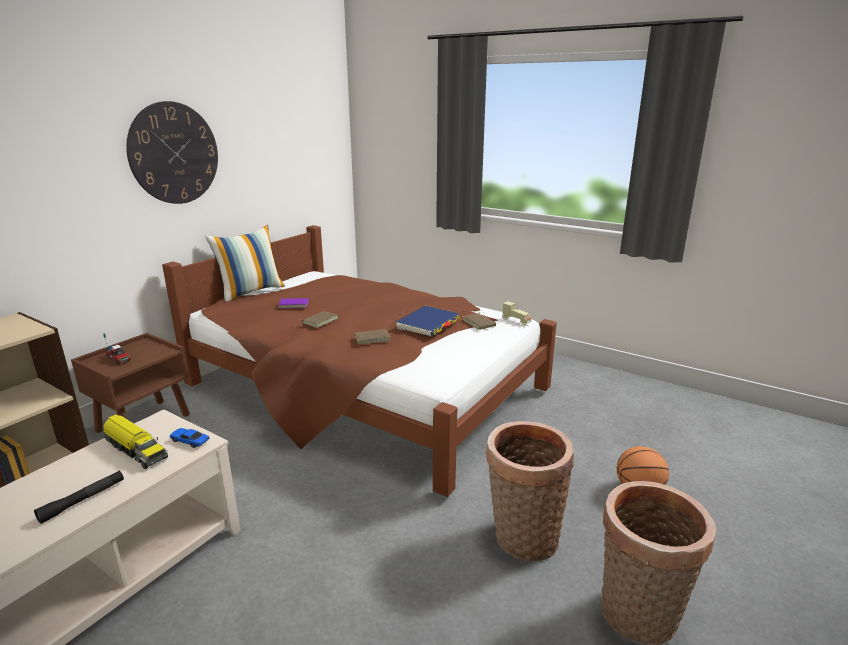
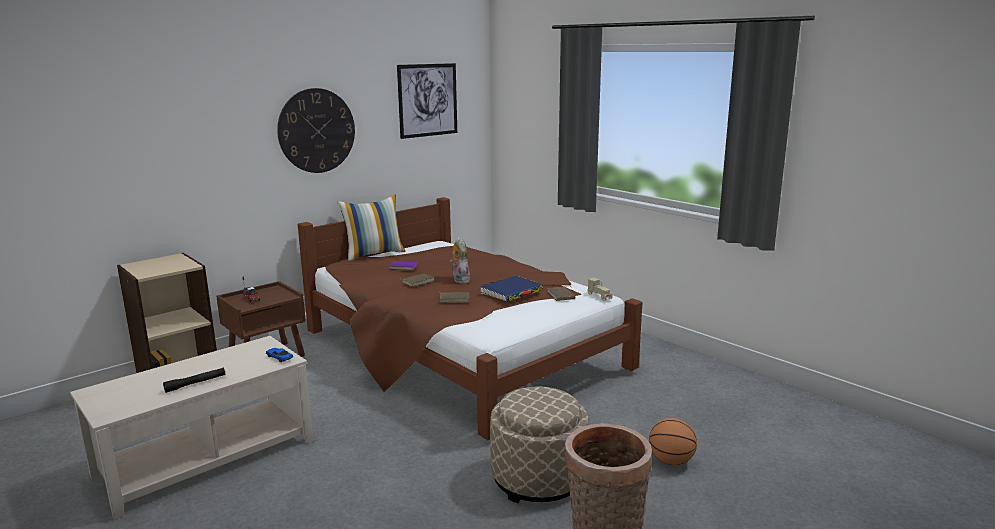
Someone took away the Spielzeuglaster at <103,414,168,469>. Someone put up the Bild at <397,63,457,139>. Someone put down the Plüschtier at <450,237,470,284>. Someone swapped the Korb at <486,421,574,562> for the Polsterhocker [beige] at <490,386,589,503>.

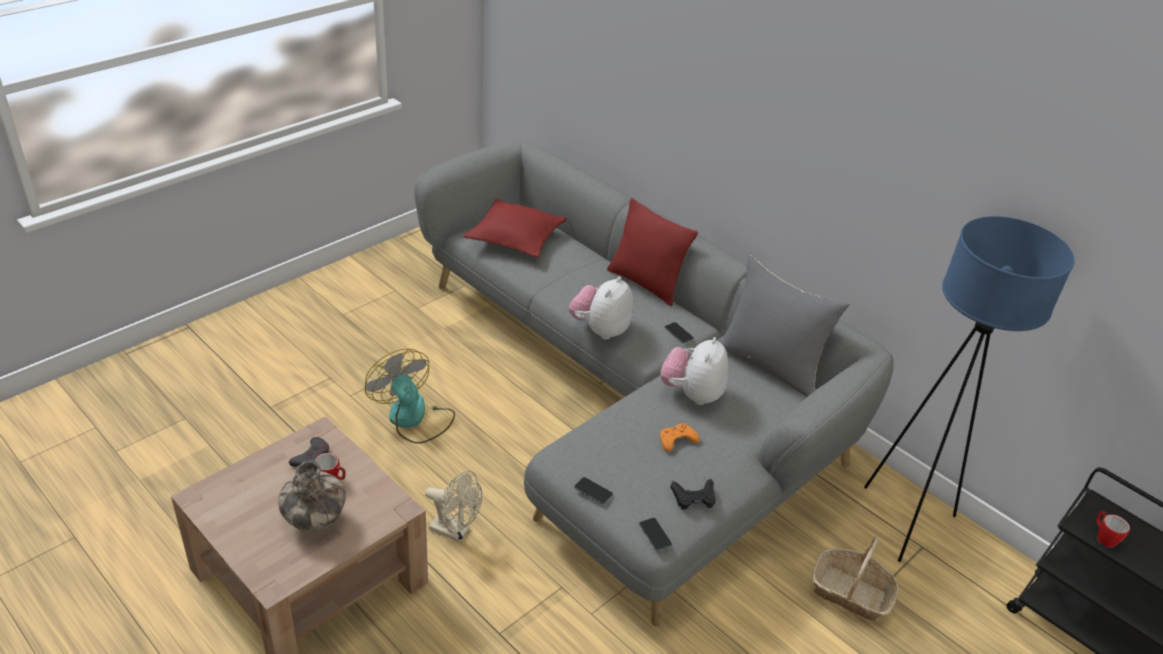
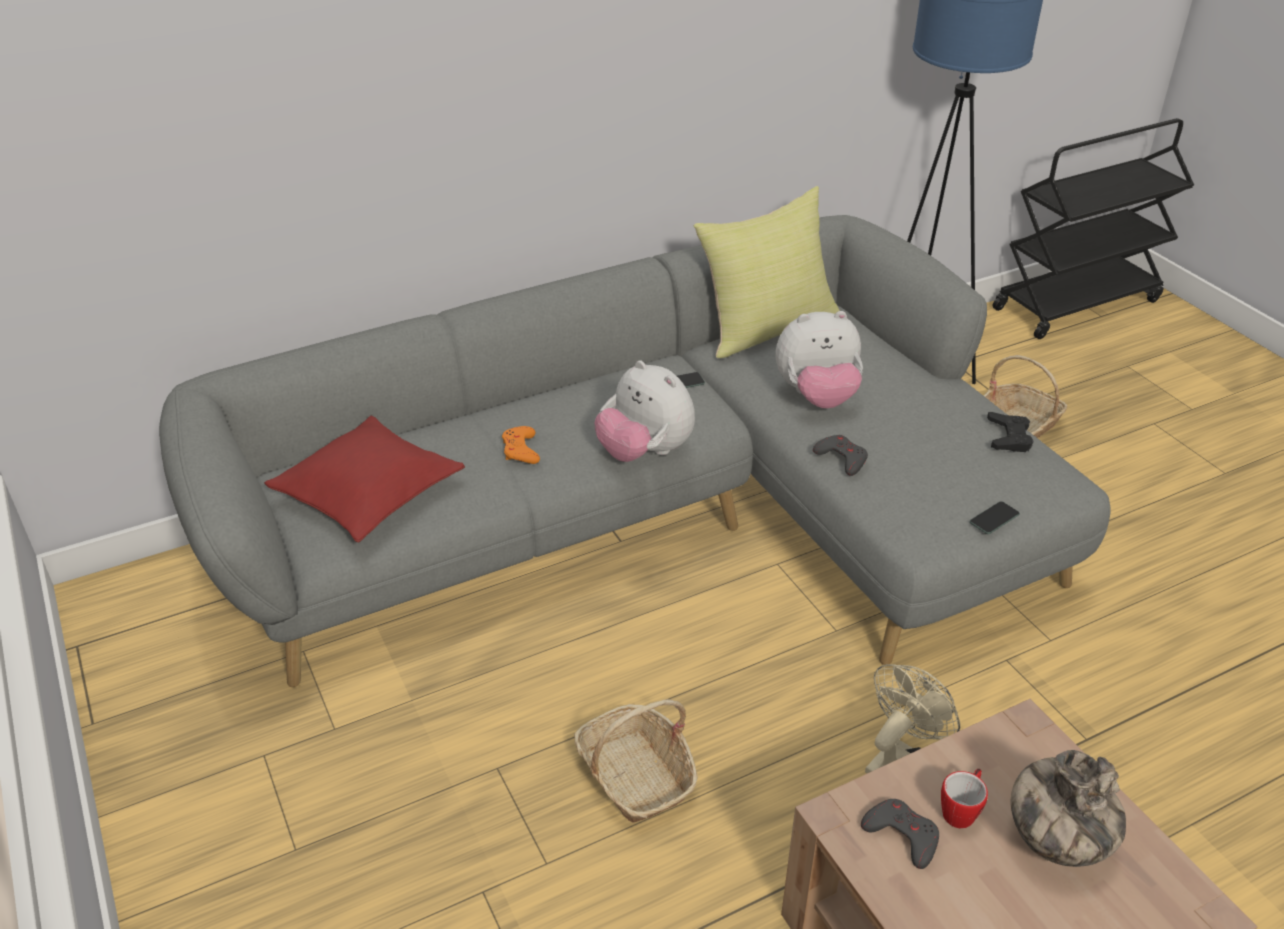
Someone took away the Kissen [rot] at <607,198,698,306>. Someone took away the Handy at <639,518,672,551>. Someone took away the Henkelbecher at <1096,511,1130,548>. Someone put down the Gamepad [grau] at <813,435,868,476>. Someone carried the Gamepad [orange] from <660,424,700,452> to <502,426,540,464>. Someone swapped the Ventilator at <365,349,455,444> for the Korb at <574,699,698,823>. Someone repainted the Kissen [grau] at <717,255,850,397>, which became the Kissen [gelb] at <694,186,840,358>. Someone rotated the Plüschtier at <660,337,728,405> by 45 degrees counterclockwise.

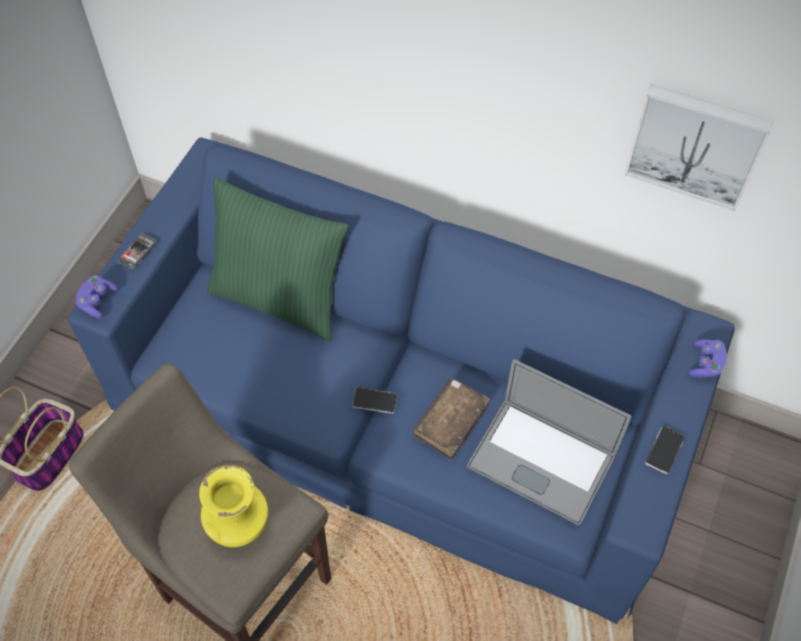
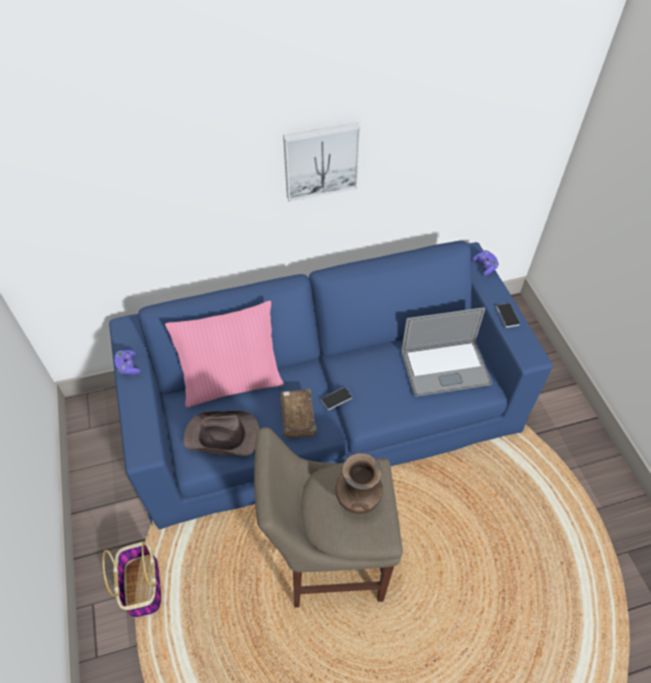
Someone took away the Handy at <118,233,157,269>. Someone put down the Hut [braun] at <184,410,260,456>. Someone carried the Gamepad [lila] from <76,275,118,318> to <115,350,141,375>. Someone carried the Buch [braun] from <413,378,490,460> to <279,389,316,438>. Someone carried the Bild from <624,84,773,211> to <283,122,360,202>. Someone repainted the Vase [gelb] at <199,465,268,547>, which became the Vase [braun] at <335,453,383,514>. Someone repainted the Kissen [grün] at <207,177,348,341>, which became the Kissen [rosa] at <165,301,284,407>.

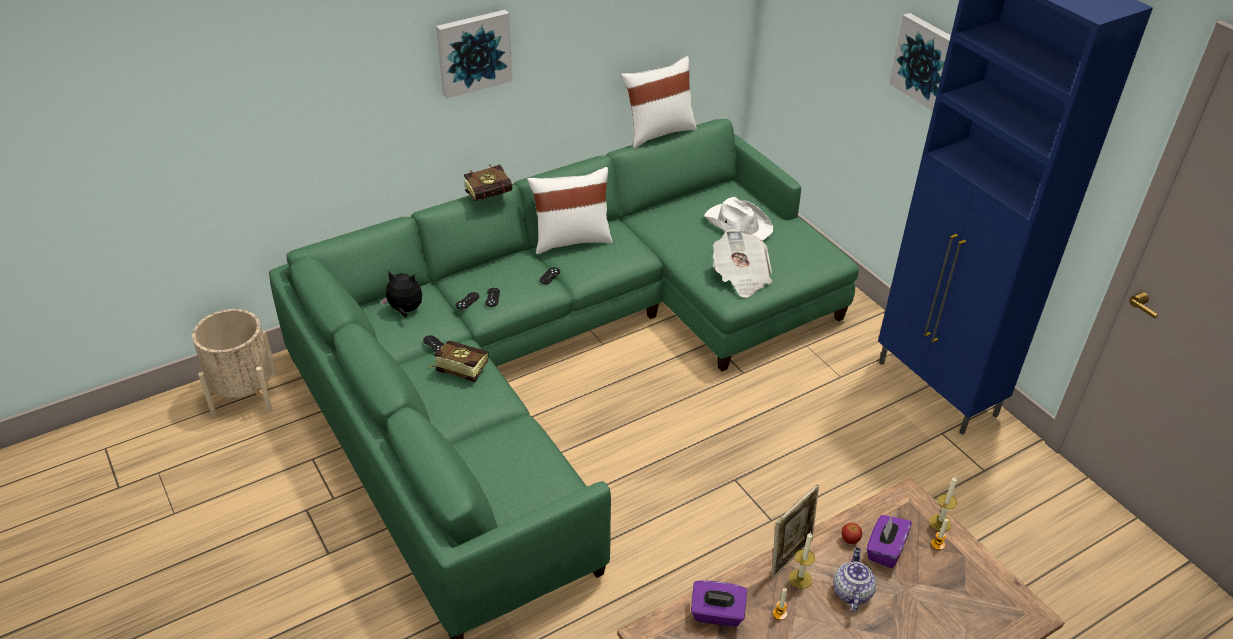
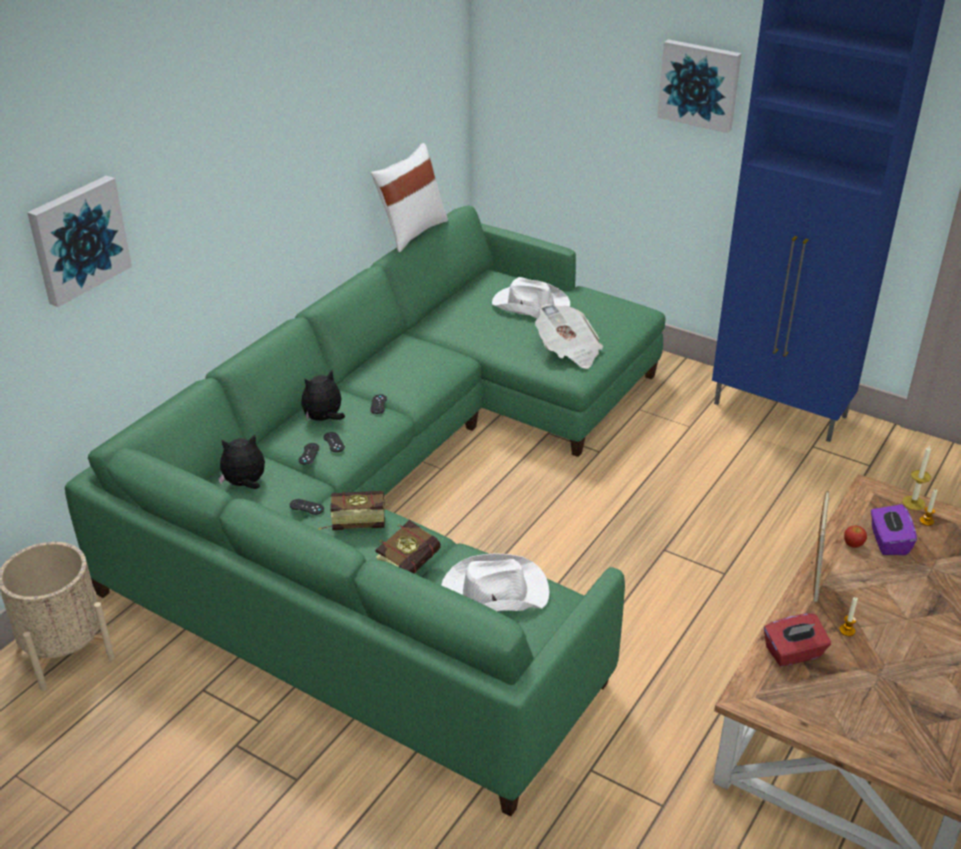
Someone took away the Kissen [weiß] at <527,167,613,254>. Someone took away the Kerze at <789,532,815,589>. Someone took away the Teekanne at <833,547,876,612>. Someone put down the Plüschtier at <301,370,345,421>. Someone put down the Hut [weiß] at <441,553,549,611>. Someone carried the Bild from <436,10,513,99> to <27,176,132,307>. Someone carried the Buch from <464,164,514,201> to <376,520,440,574>. Someone repainted the Taschentuchbox [lila] at <691,580,747,627>, which became the Taschentuchbox [rot] at <764,614,831,667>.

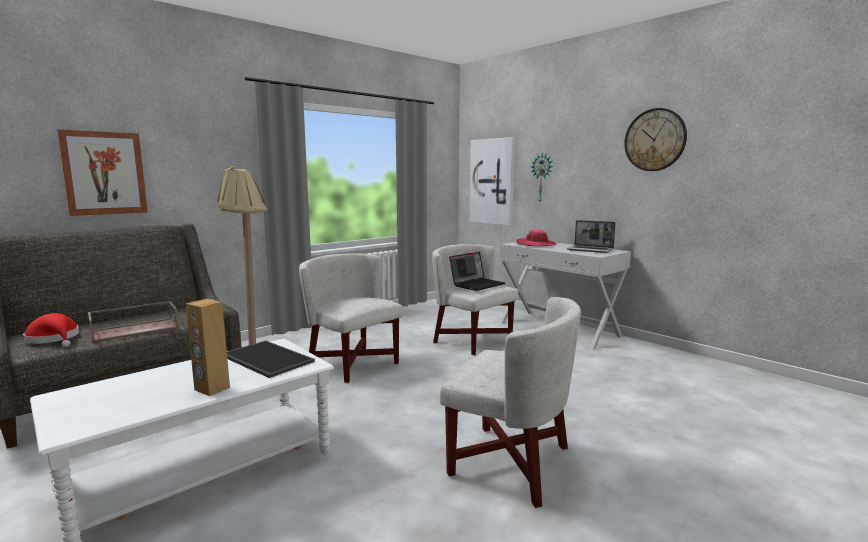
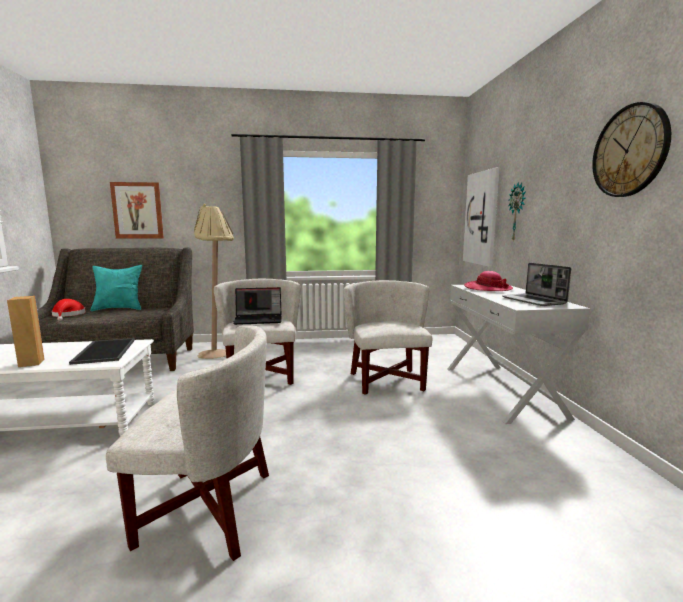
Someone took away the Tablett [braun] at <88,301,179,342>. Someone put down the Kissen [türkis] at <91,265,142,311>. Someone carried the Laptop from <449,252,505,291> to <233,287,282,325>. Someone rotated the Sessel [weiß] at <440,297,581,508> by 60 degrees counterclockwise.

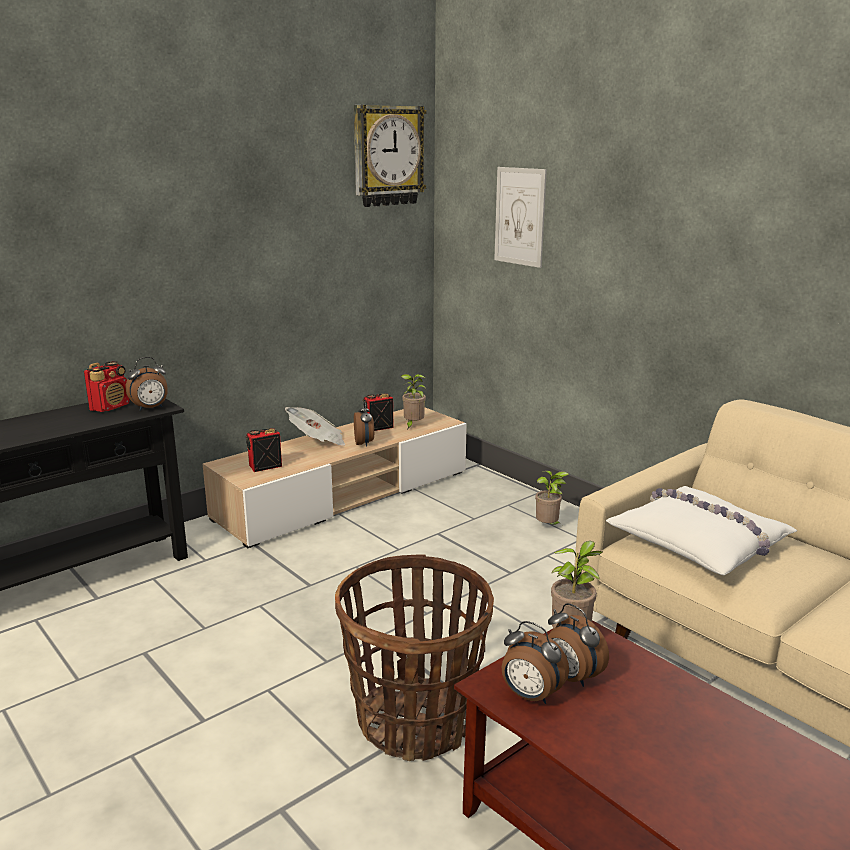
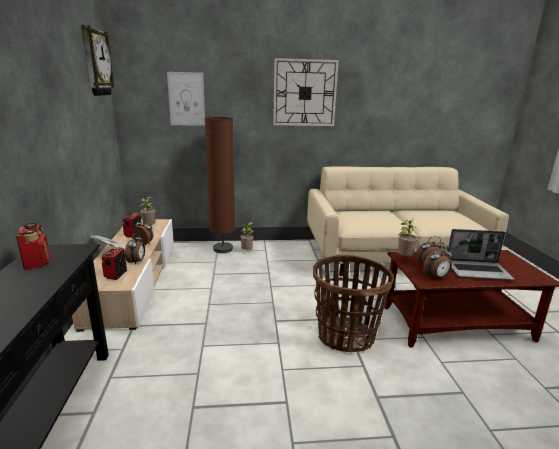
Someone took away the Kissen [weiß] at <606,486,797,575>. Someone put down the Stehlampe [braun] at <204,117,235,253>. Someone put up the Wanduhr at <273,58,339,126>. Someone put down the Laptop at <447,229,514,280>. Someone carried the Wecker from <125,357,168,411> to <125,233,145,265>.

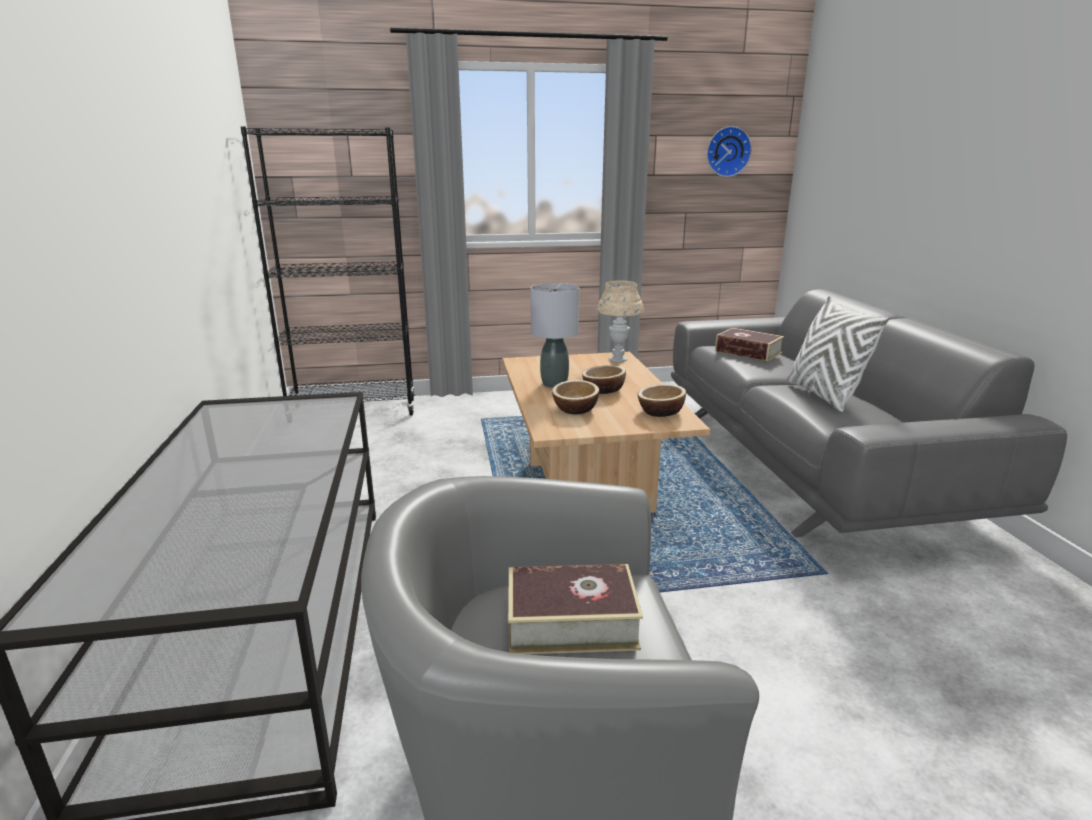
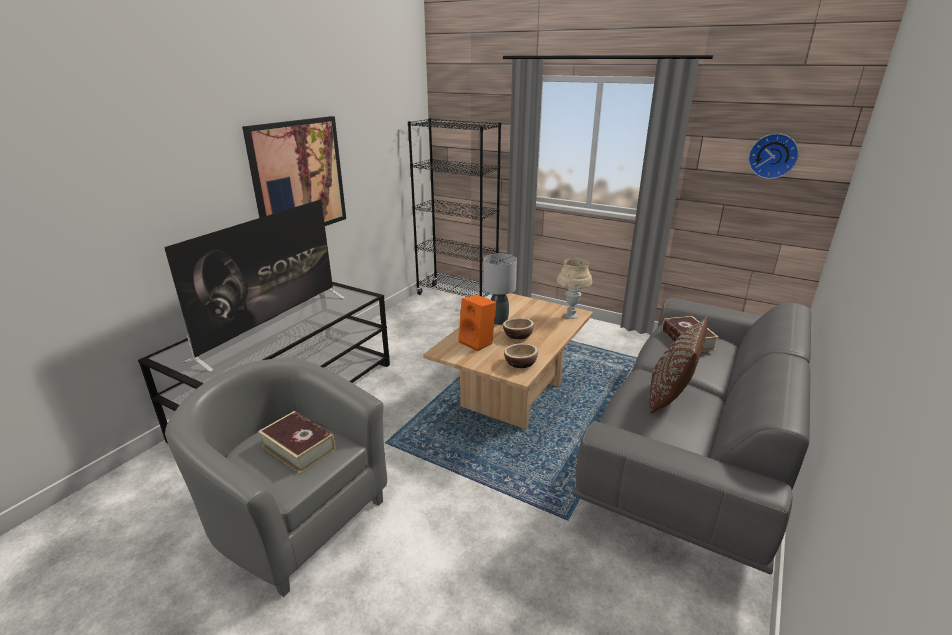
Someone put down the Fernseher at <164,199,345,372>. Someone put up the Bild at <242,116,346,226>. Someone swapped the Schüssel at <552,380,599,414> for the Lautsprecher [orange] at <458,295,497,351>. Someone repainted the Kissen [weiß] at <787,296,889,412>, which became the Kissen [braun] at <649,317,708,414>.

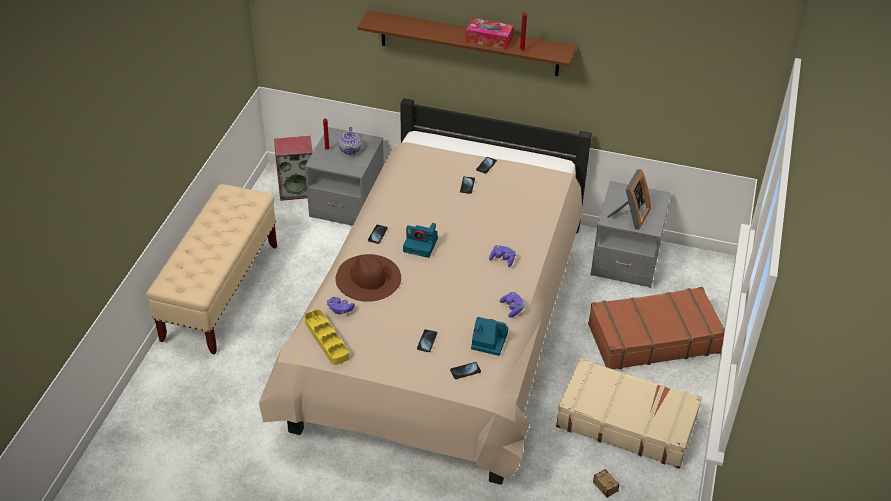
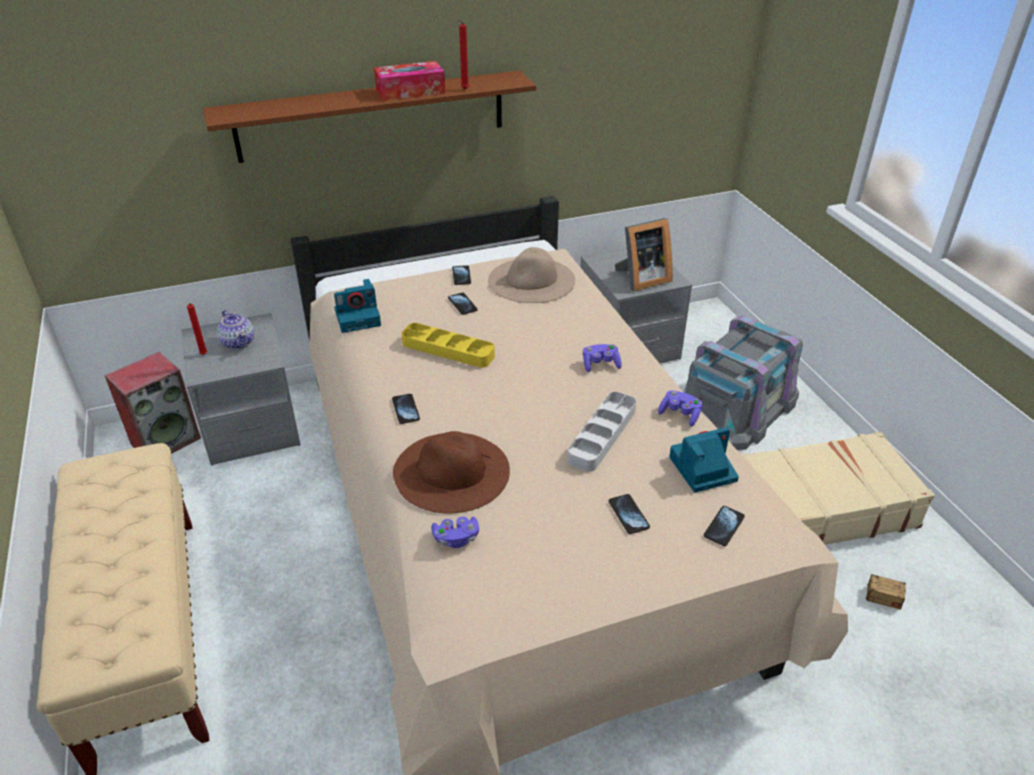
Someone put down the Hut [beige] at <488,247,575,303>. Someone put down the Tablett [grau] at <567,392,636,472>. Someone carried the Tablett [gelb] from <305,310,349,365> to <401,323,495,368>. Someone carried the Kamera from <403,223,438,258> to <334,279,381,333>. Someone swapped the Koffer [braun] at <588,287,725,370> for the Aufbewahrungsbox [grau] at <684,315,803,450>. Someone rotated the Bilderrahmen at <608,169,651,230> by 75 degrees clockwise.

